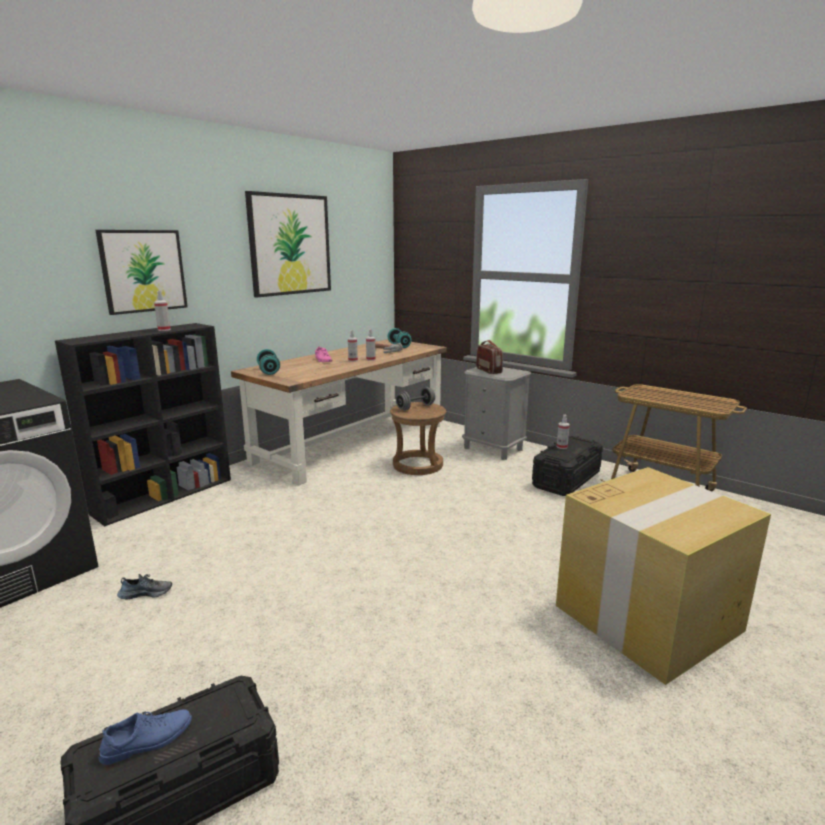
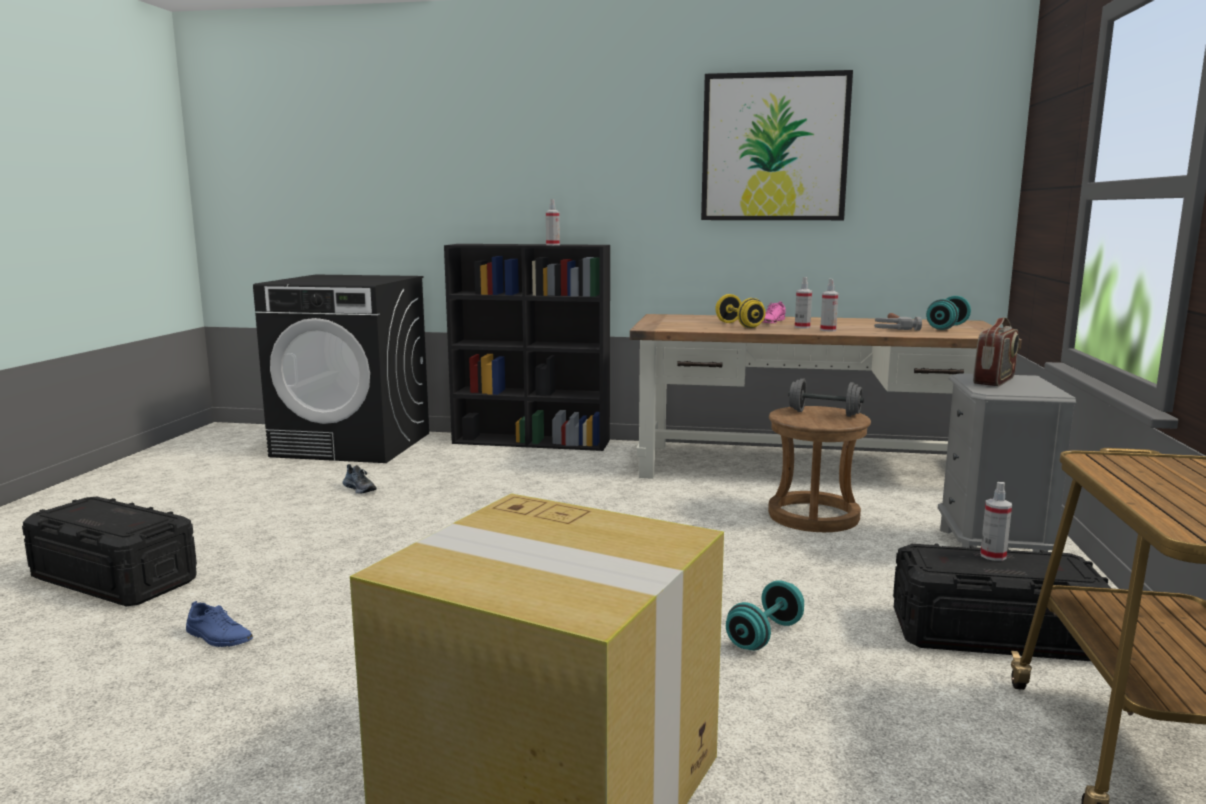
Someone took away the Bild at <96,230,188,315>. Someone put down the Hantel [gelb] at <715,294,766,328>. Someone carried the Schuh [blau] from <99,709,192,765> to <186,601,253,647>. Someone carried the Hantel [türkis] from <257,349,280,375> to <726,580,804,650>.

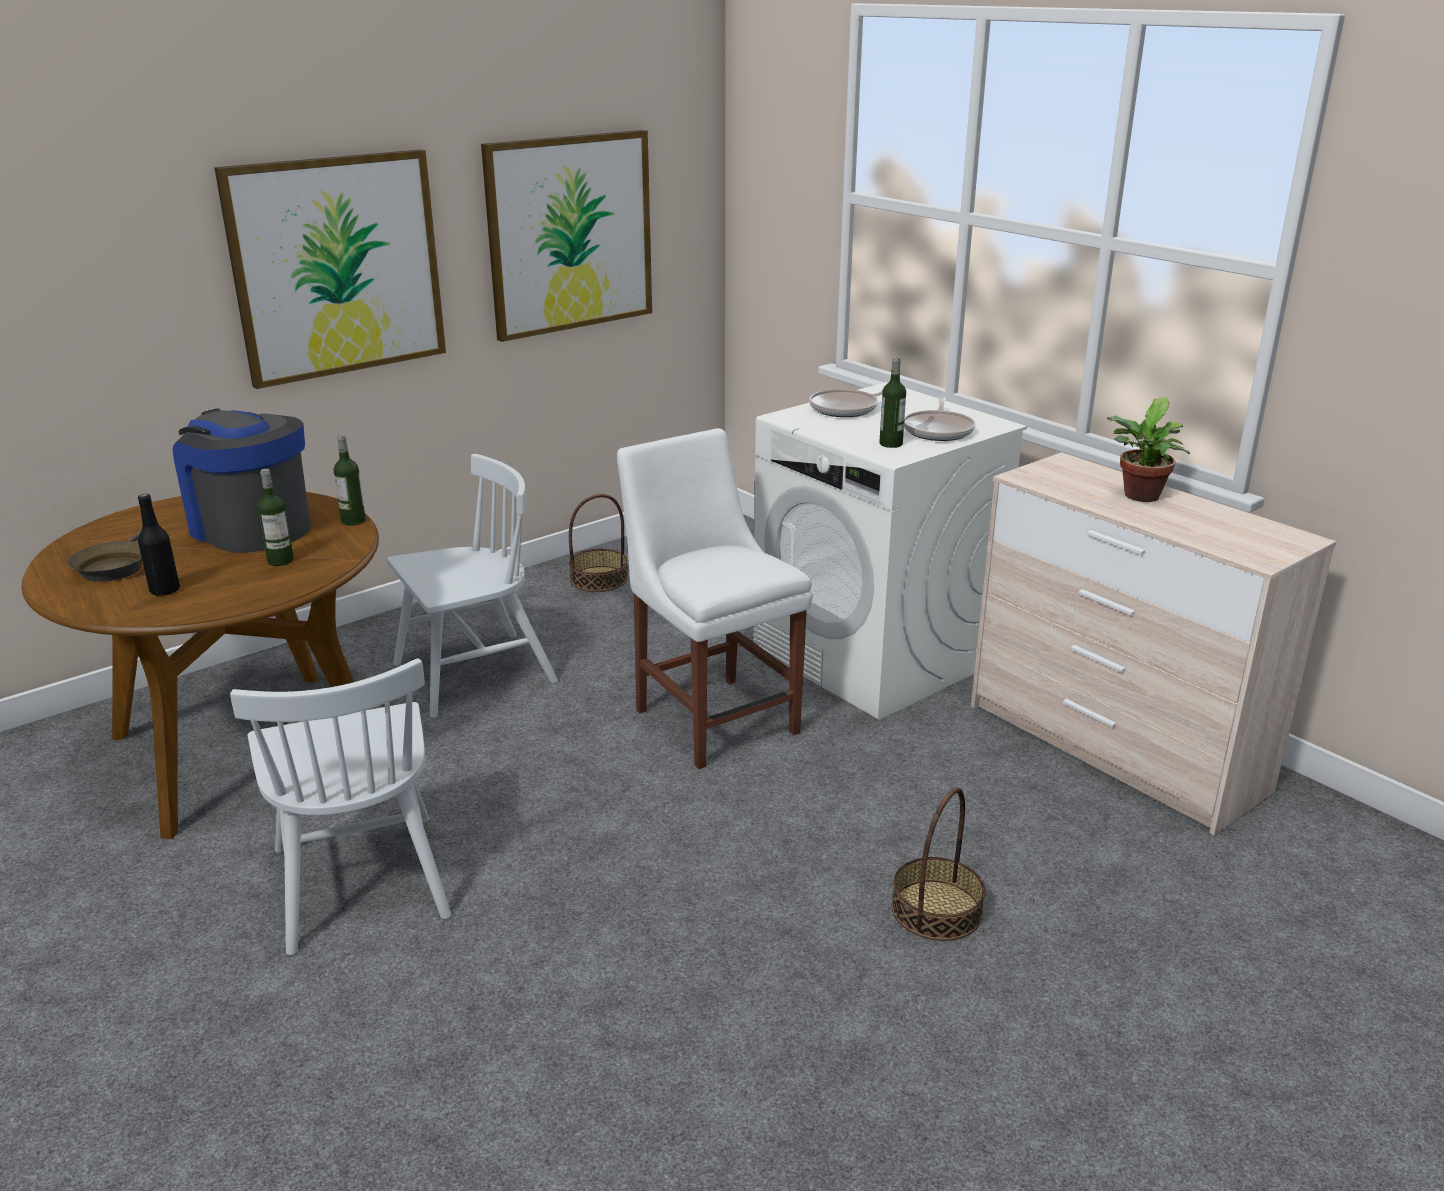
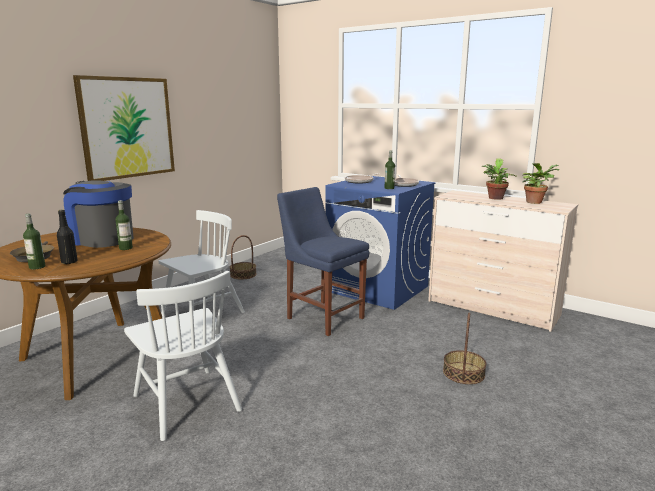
Someone took away the Bild at <481,130,652,342>. Someone put down the Topfpflanze at <522,163,559,204>. Someone carried the Flasche from <334,434,366,526> to <23,213,45,270>. Someone repainted the Stuhl [weiß] at <617,428,813,769>, which became the Stuhl [blau] at <277,187,369,336>. Someone repainted the Waschmaschine [weiß] at <753,382,1027,720>, which became the Waschmaschine [blau] at <325,175,436,310>.

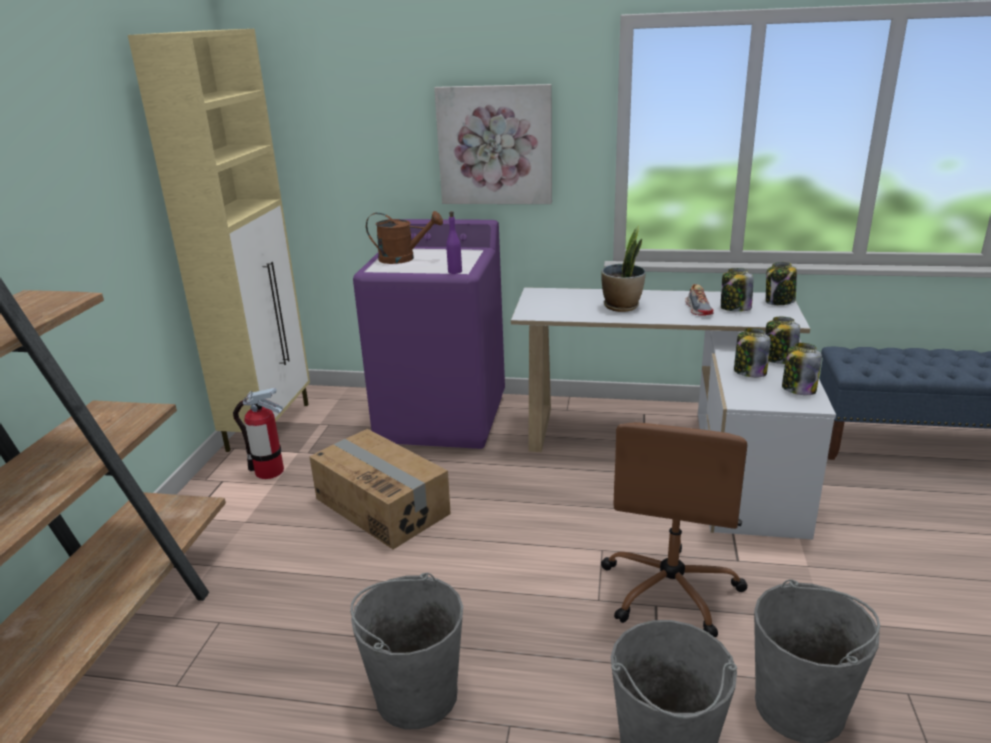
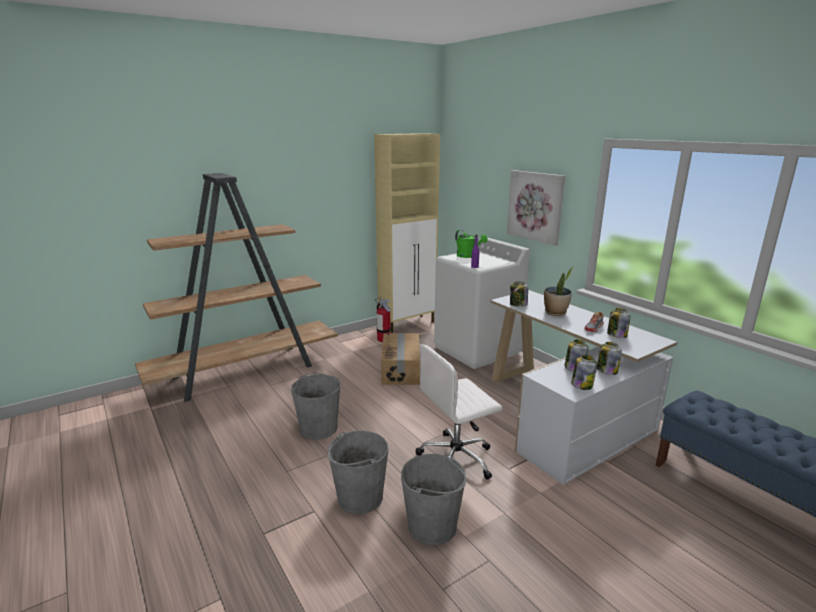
Someone carried the Vorratsglas from <766,262,797,305> to <510,281,528,306>. Someone repainted the Waschmaschine [lila] at <353,219,505,449>, which became the Waschmaschine [weiß] at <434,238,530,369>. Someone repainted the Gießkanne [braun] at <366,211,443,264>, which became the Gießkanne [grün] at <455,230,488,258>. Someone repainted the Bürostuhl [braun] at <601,422,748,637>, which became the Bürostuhl [weiß] at <415,344,502,480>.

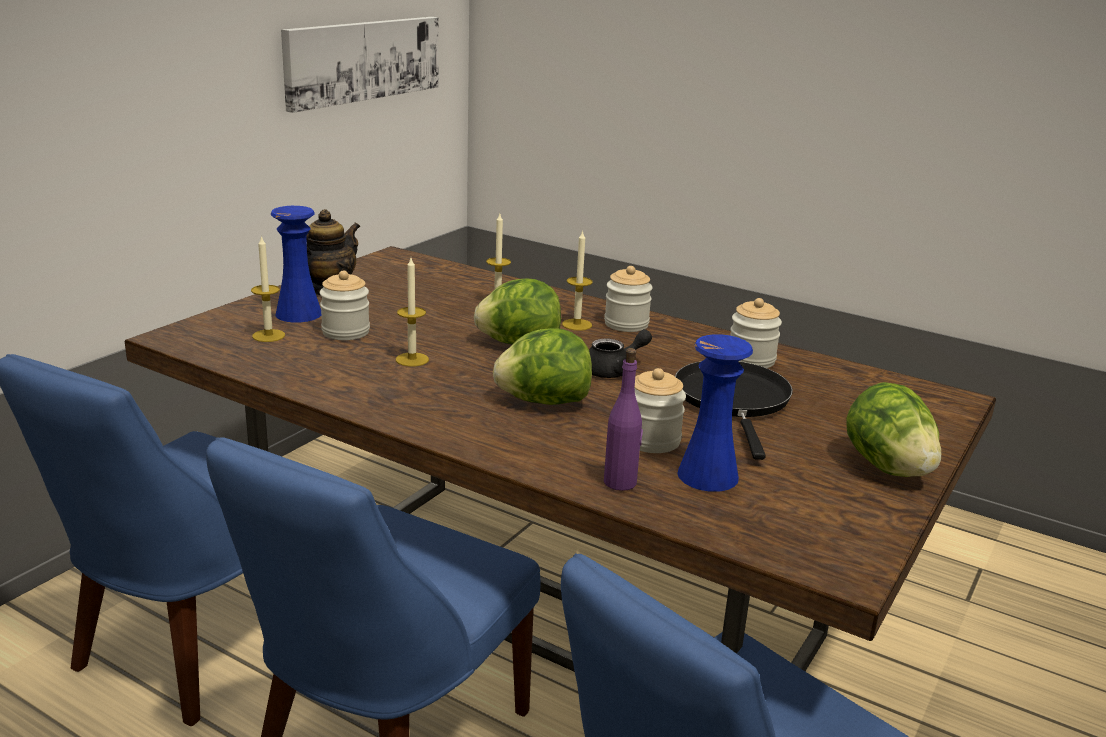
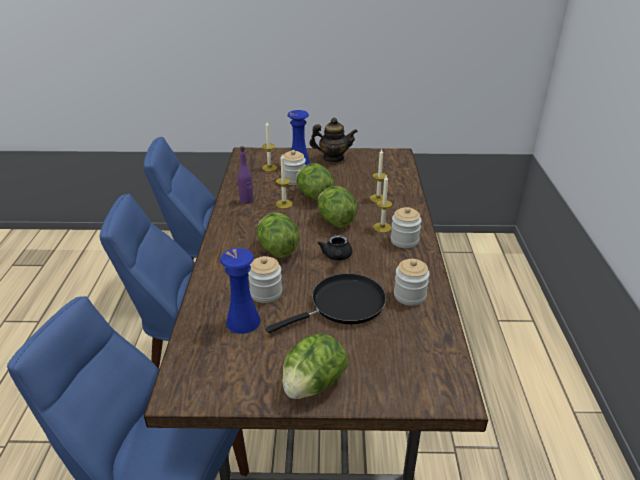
Someone took away the Bild at <281,17,439,113>. Someone put down the Salatkopf at <296,163,334,201>. Someone carried the Flasche [lila] from <604,348,643,491> to <238,146,254,204>. Someone rotated the Teekanne [schwarz] at <589,329,652,378> by 60 degrees clockwise.

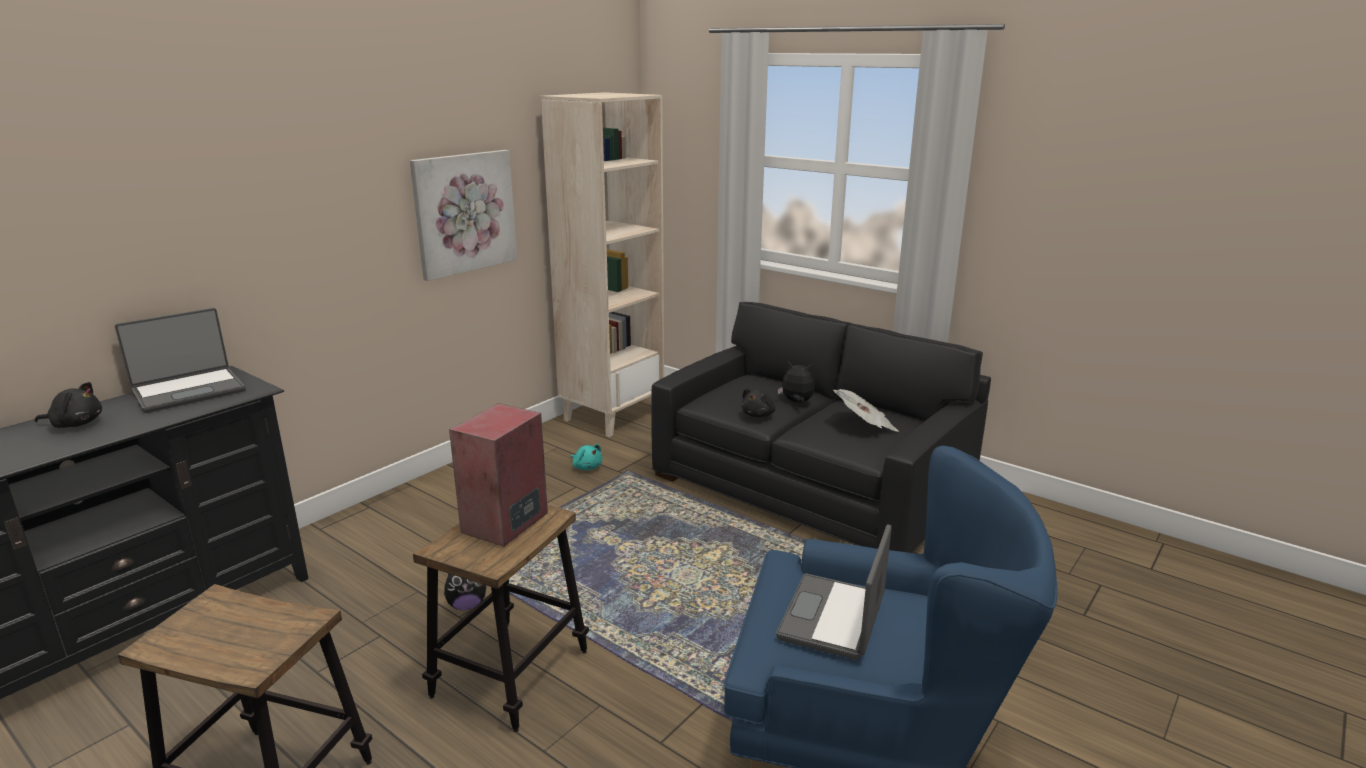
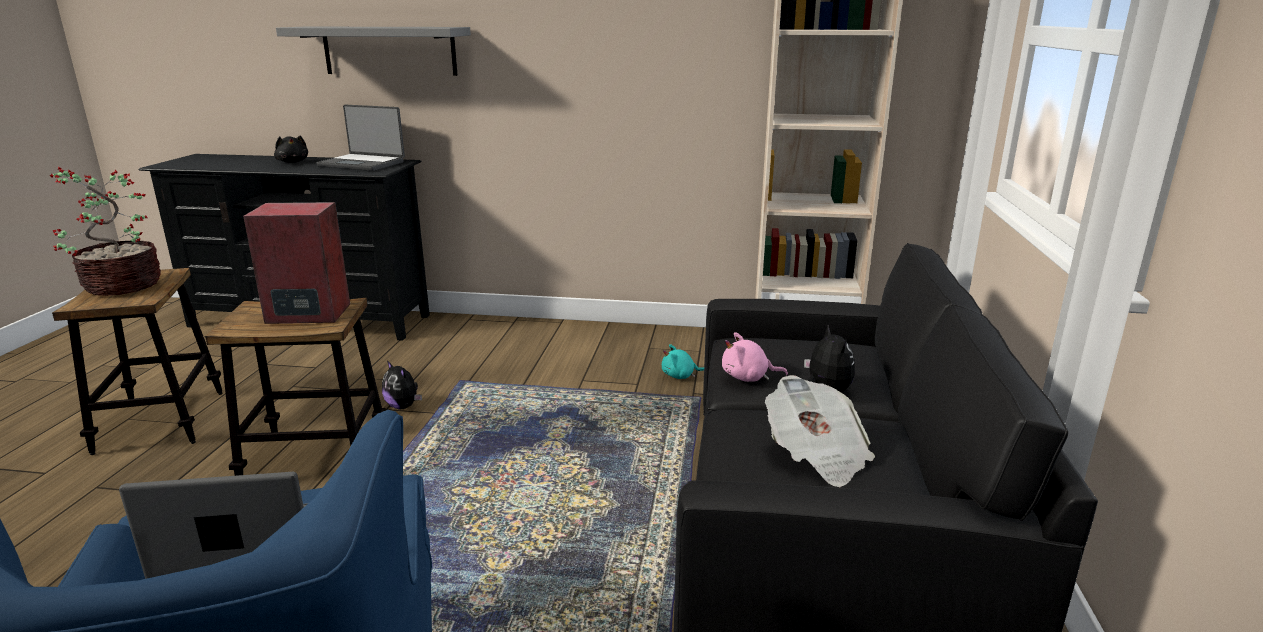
Someone took away the Bild at <410,150,517,281>. Someone put down the Topfpflanze at <50,166,161,296>. Someone put up the Wandregal [grau] at <276,27,471,76>. Someone repainted the Plüschtier [schwarz] at <741,388,775,417>, which became the Plüschtier [rosa] at <722,332,788,382>. Someone rotated the Plüschtier [türkis] at <570,444,602,470> by 75 degrees clockwise.

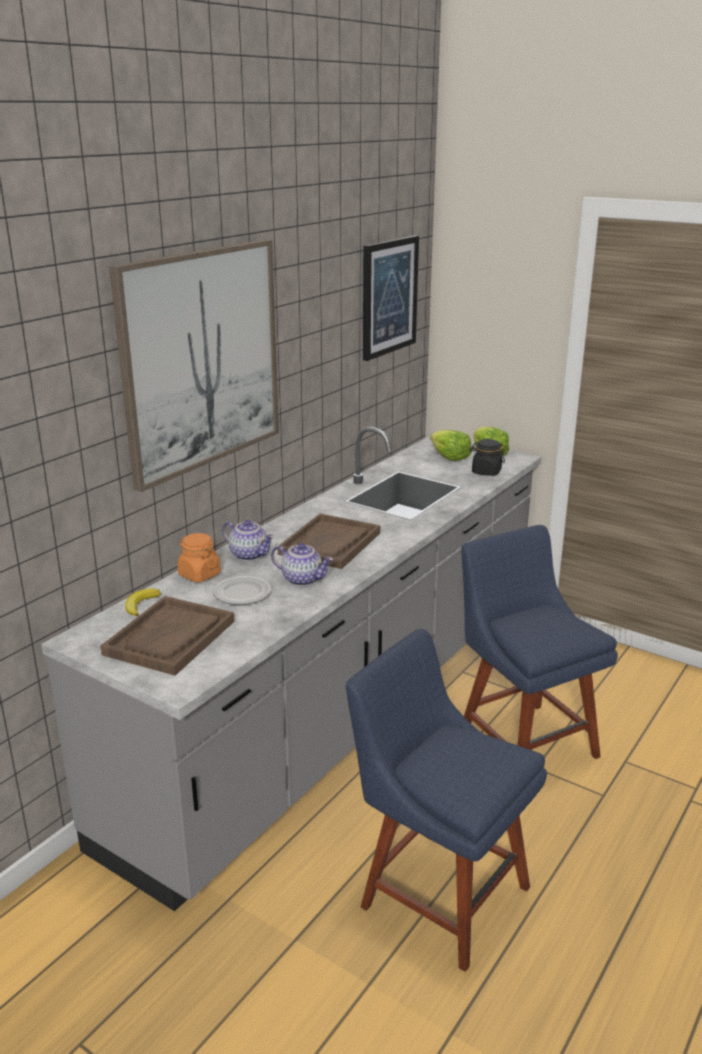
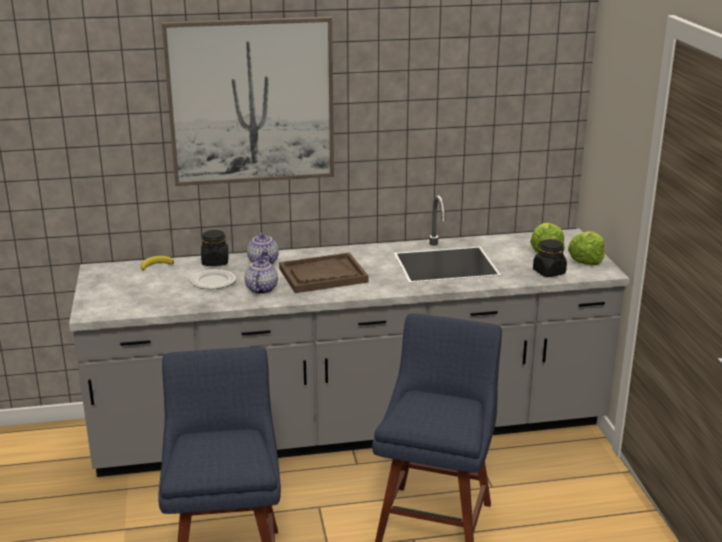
Someone took away the Tablett [braun] at <100,596,234,676>. Someone took away the Bild at <363,235,419,361>. Someone repainted the Vorratsglas [orange] at <177,533,221,582>, which became the Vorratsglas [schwarz] at <201,230,229,266>. Someone rotated the Teekanne at <271,543,333,586> by 150 degrees counterclockwise.

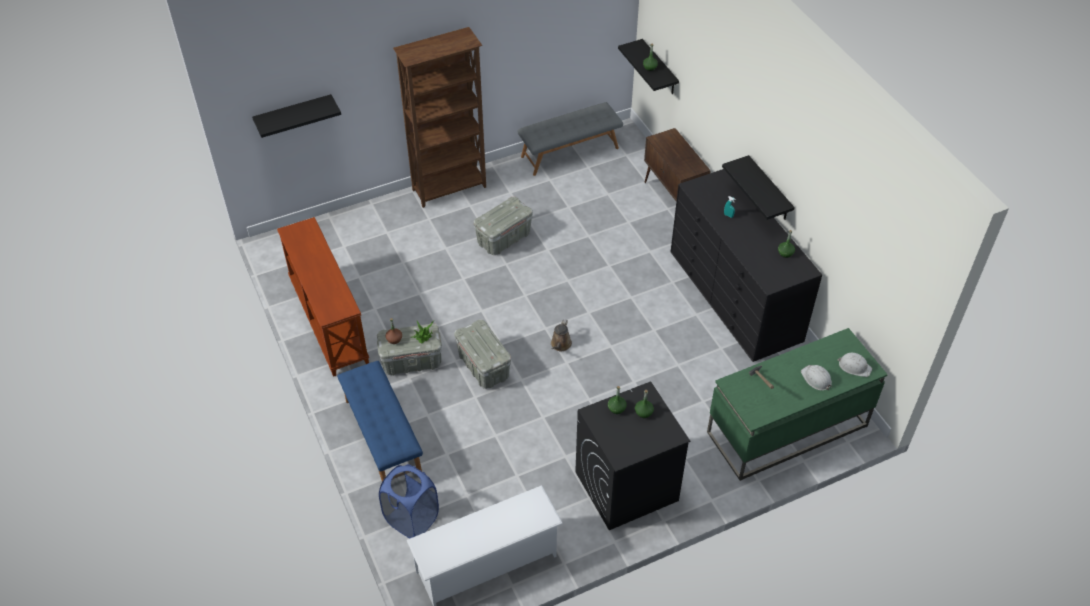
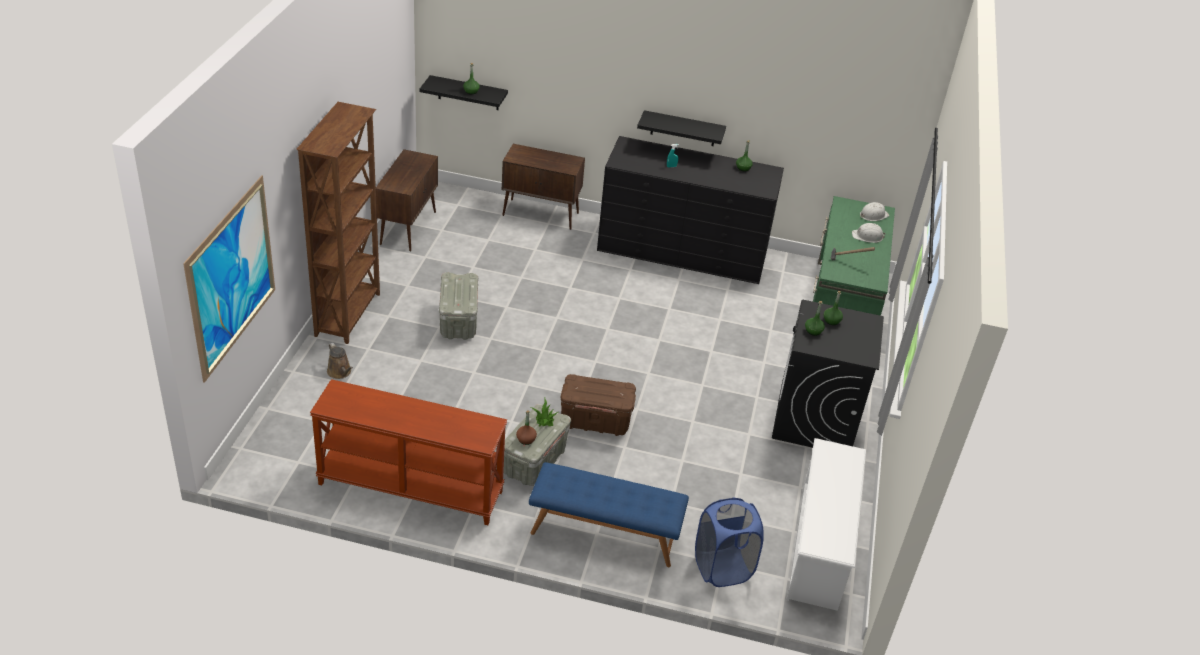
Someone carried the Gießkanne [braun] from <551,319,572,351> to <327,343,353,379>. Someone swapped the Wandregal [schwarz] at <252,94,341,138> for the Bild at <183,175,275,383>. Someone swapped the Bank [grau] at <518,102,623,176> for the Schrank [braun] at <376,149,438,252>. Someone repainted the Aufbewahrungsbox [grau] at <454,319,511,389>, which became the Aufbewahrungsbox [braun] at <561,374,636,436>.

